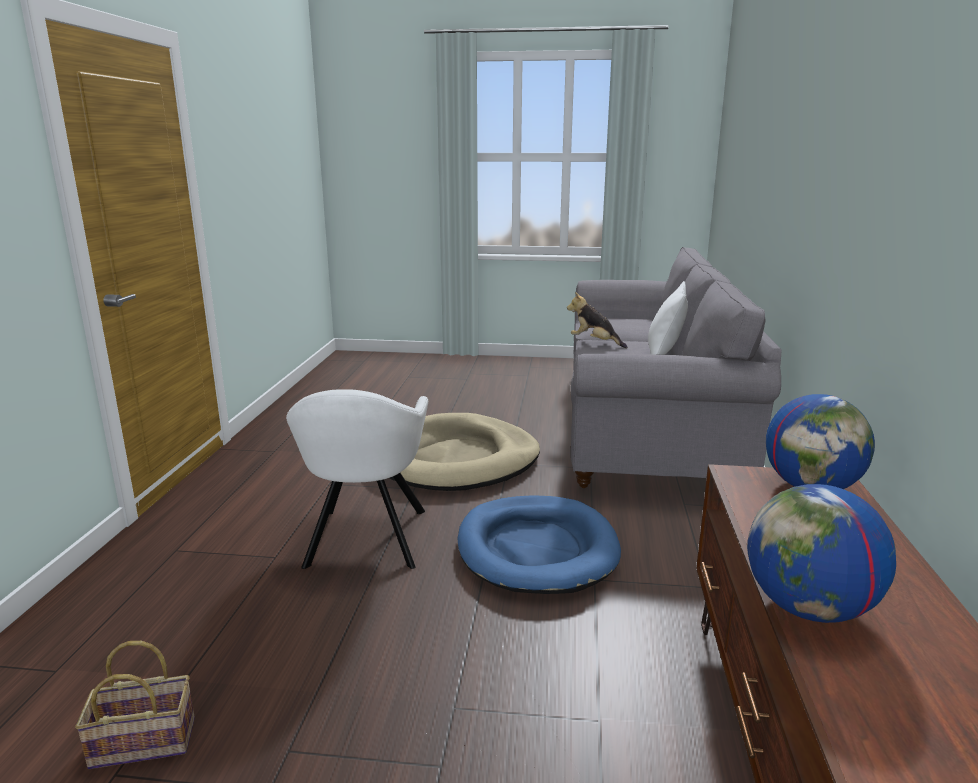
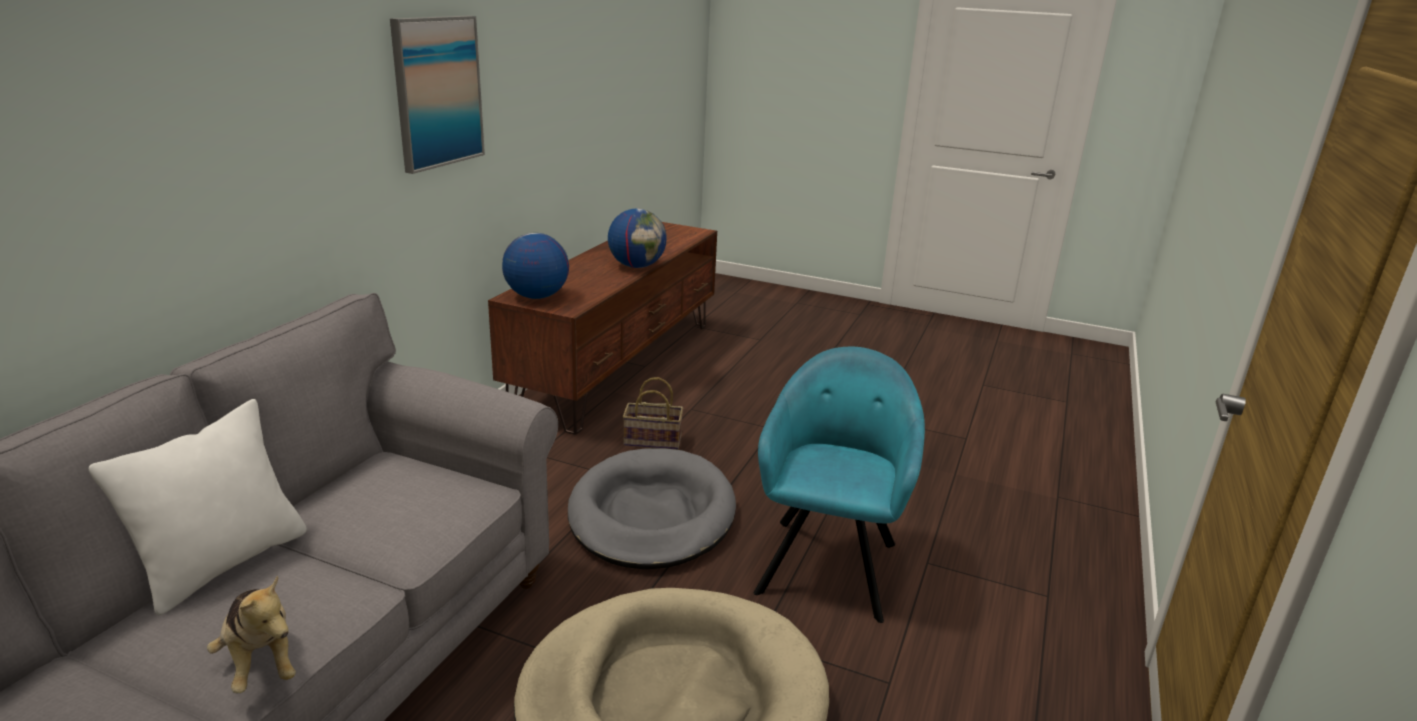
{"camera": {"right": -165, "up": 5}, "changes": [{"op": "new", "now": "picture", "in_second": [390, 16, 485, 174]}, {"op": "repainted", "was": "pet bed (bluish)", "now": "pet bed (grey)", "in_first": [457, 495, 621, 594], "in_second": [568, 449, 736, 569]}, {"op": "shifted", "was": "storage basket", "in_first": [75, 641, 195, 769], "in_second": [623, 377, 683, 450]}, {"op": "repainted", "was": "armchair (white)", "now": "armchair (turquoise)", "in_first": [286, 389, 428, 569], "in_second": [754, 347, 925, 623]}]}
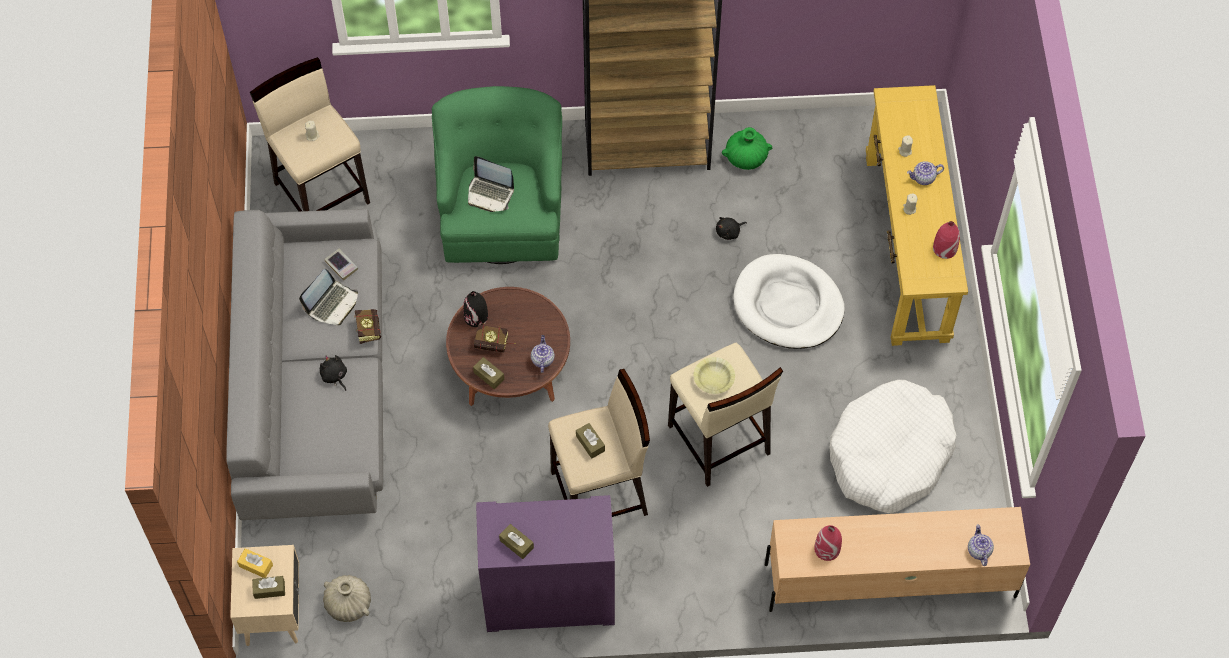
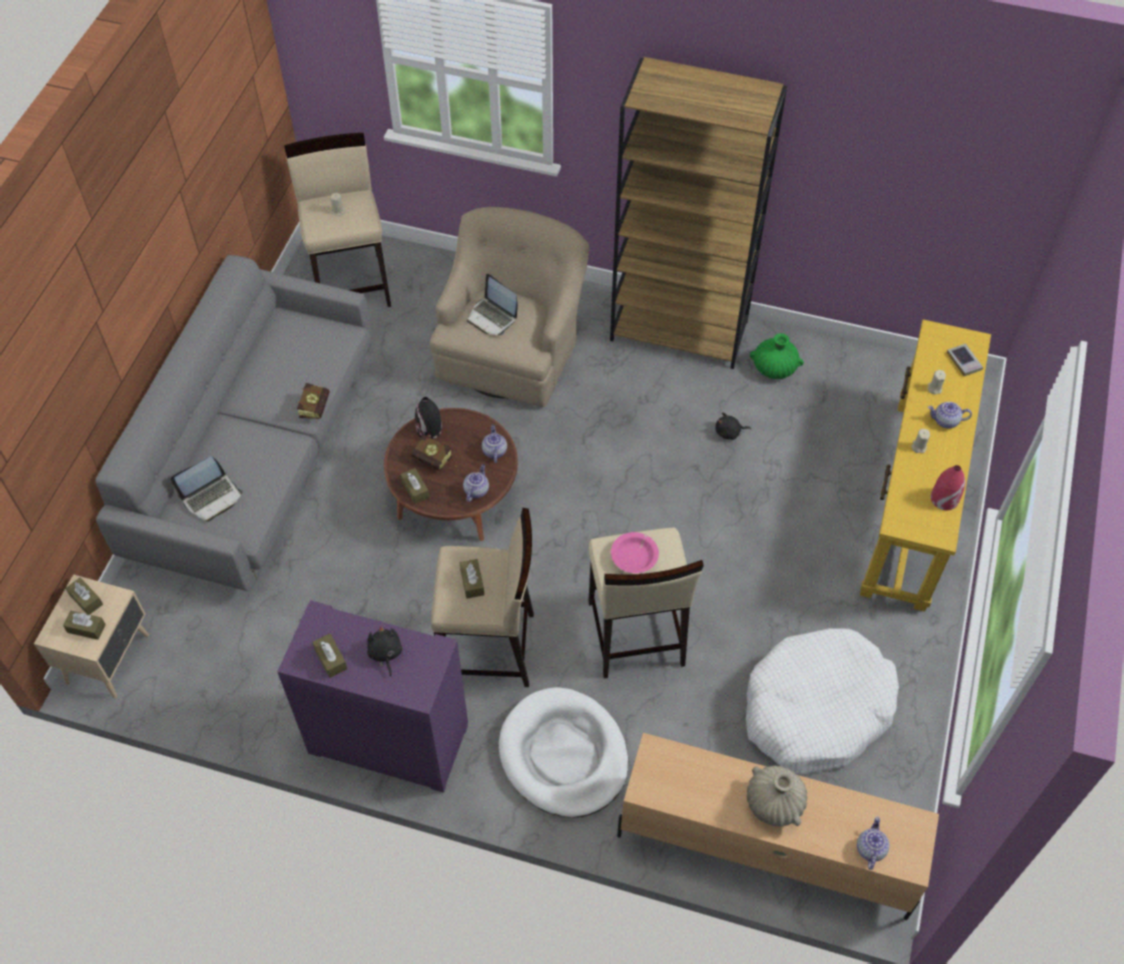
{"camera": {"right": 20, "up": -5}, "changes": [{"op": "repainted", "was": "tissue holder (yellow)", "now": "tissue holder (brown-coloured)", "in_first": [237, 548, 273, 578], "in_second": [65, 577, 103, 615]}, {"op": "shifted", "was": "portable computer", "in_first": [299, 269, 358, 325], "in_second": [170, 456, 243, 522]}, {"op": "shifted", "was": "cuddly toy (black)", "in_first": [320, 355, 347, 391], "in_second": [367, 625, 402, 676]}, {"op": "repainted", "was": "armchair (greenish)", "now": "armchair (beige-coloured)", "in_first": [432, 86, 562, 264], "in_second": [430, 207, 590, 407]}, {"op": "new", "now": "pot for tea", "in_second": [482, 424, 507, 463]}, {"op": "shifted", "was": "pet bed (white)", "in_first": [733, 254, 845, 349], "in_second": [499, 687, 628, 818]}, {"op": "repainted", "was": "deep dish (yellow)", "now": "deep dish (pinkish)", "in_first": [694, 357, 735, 394], "in_second": [611, 532, 659, 573]}, {"op": "shifted", "was": "decorative vase (beige-coloured)", "in_first": [323, 575, 371, 622], "in_second": [747, 765, 807, 827]}, {"op": "shifted", "was": "bound book", "in_first": [324, 249, 358, 281], "in_second": [947, 344, 983, 376]}, {"op": "gone", "was": "decorative vase (red)", "in_first": [814, 525, 842, 561]}]}
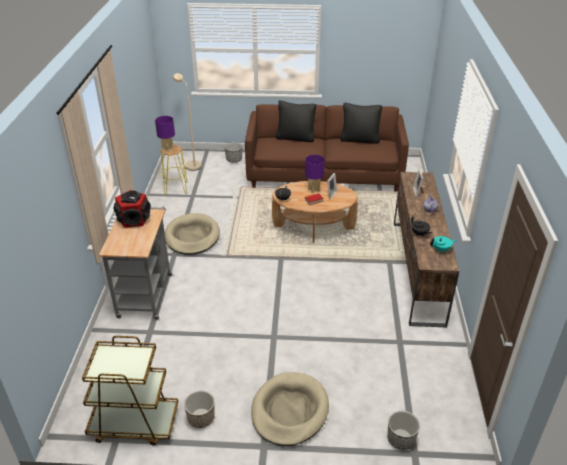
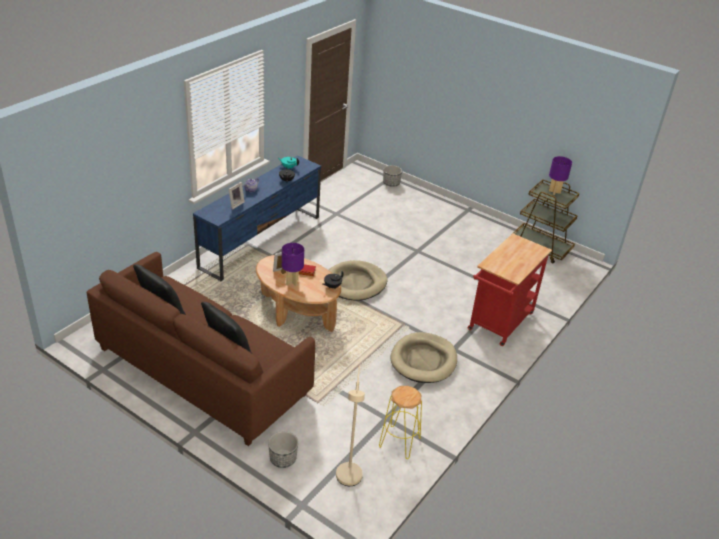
{"camera": {"right": -150, "up": 0}, "changes": [{"op": "repainted", "was": "tv unit (brown-coloured)", "now": "tv unit (bluish)", "in_first": [394, 172, 459, 328], "in_second": [193, 155, 321, 281]}, {"op": "shifted", "was": "pet bed (beige-coloured)", "in_first": [251, 372, 329, 446], "in_second": [329, 260, 388, 301]}, {"op": "repainted", "was": "trolley (grey)", "now": "trolley (red)", "in_first": [99, 206, 172, 320], "in_second": [468, 233, 552, 346]}, {"op": "shifted", "was": "tabletop lamp (purplish)", "in_first": [155, 116, 175, 152], "in_second": [549, 156, 572, 195]}, {"op": "gone", "was": "audio speaker", "in_first": [113, 190, 151, 228]}, {"op": "gone", "was": "flower pot", "in_first": [184, 391, 215, 428]}]}
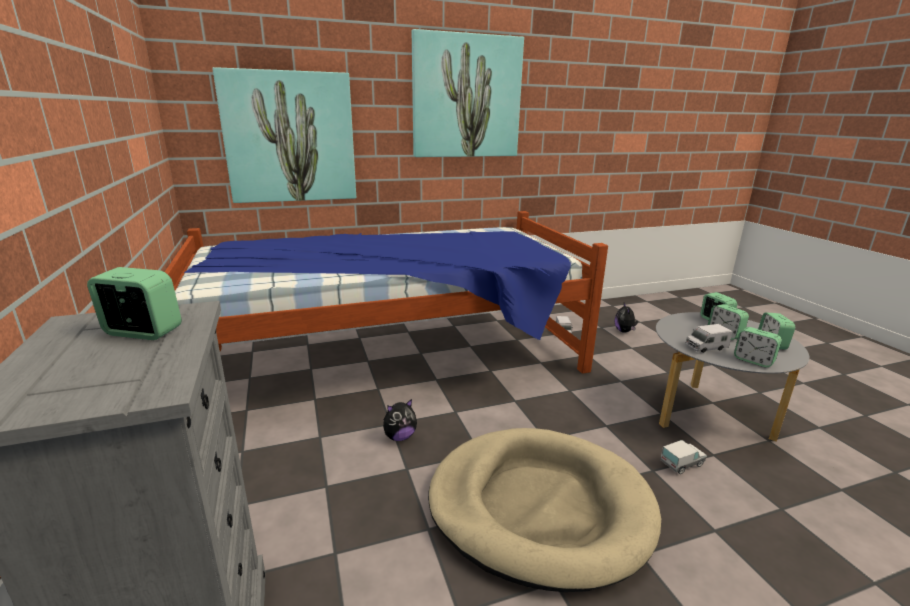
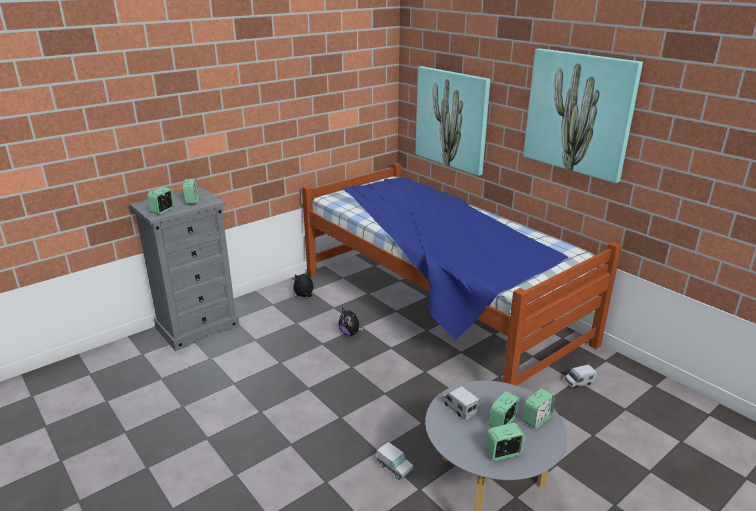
{"camera": {"right": 70, "up": 5}, "changes": [{"op": "shifted", "was": "bedside clock", "in_first": [734, 327, 782, 367], "in_second": [148, 187, 175, 215]}, {"op": "shifted", "was": "cuddly toy", "in_first": [615, 303, 638, 333], "in_second": [293, 272, 313, 297]}, {"op": "gone", "was": "pet bed (beige-coloured)", "in_first": [428, 428, 661, 592]}]}
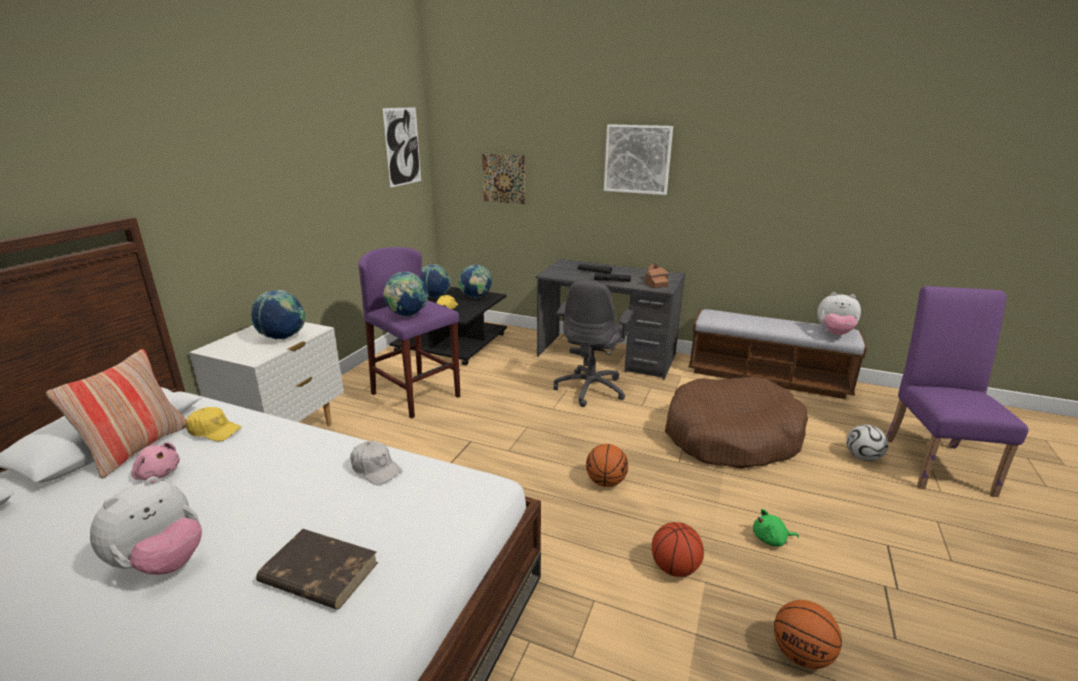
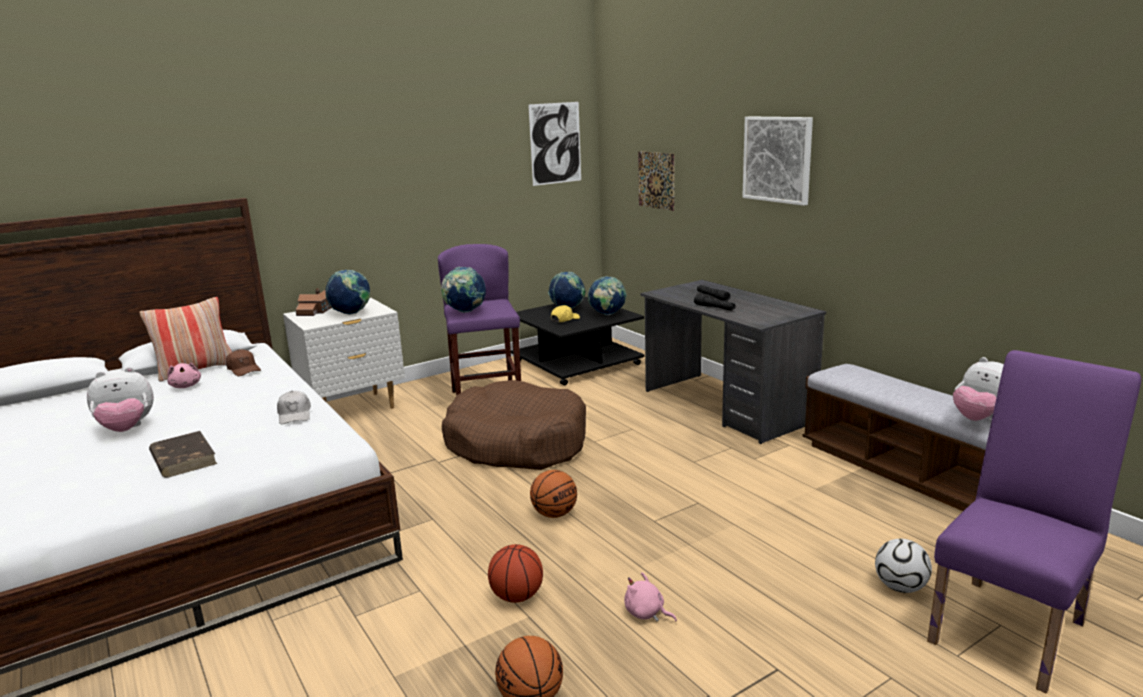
{"camera": {"right": 35, "up": -5}, "changes": [{"op": "repainted", "was": "cap (yellow)", "now": "cap (brown-coloured)", "in_first": [186, 407, 242, 442], "in_second": [226, 349, 261, 376]}, {"op": "shifted", "was": "toy house", "in_first": [645, 263, 669, 289], "in_second": [295, 288, 332, 316]}, {"op": "shifted", "was": "pet bed (brown-coloured)", "in_first": [665, 377, 808, 469], "in_second": [442, 380, 586, 470]}, {"op": "repainted", "was": "cuddly toy (greenish)", "now": "cuddly toy (pinkish)", "in_first": [753, 509, 799, 547], "in_second": [624, 572, 677, 622]}, {"op": "gone", "was": "computer chair (grey)", "in_first": [553, 281, 633, 407]}]}
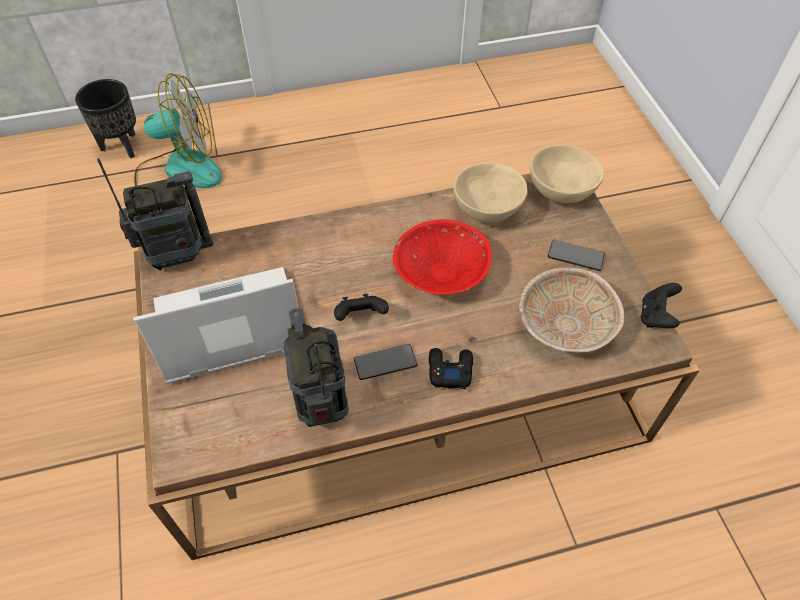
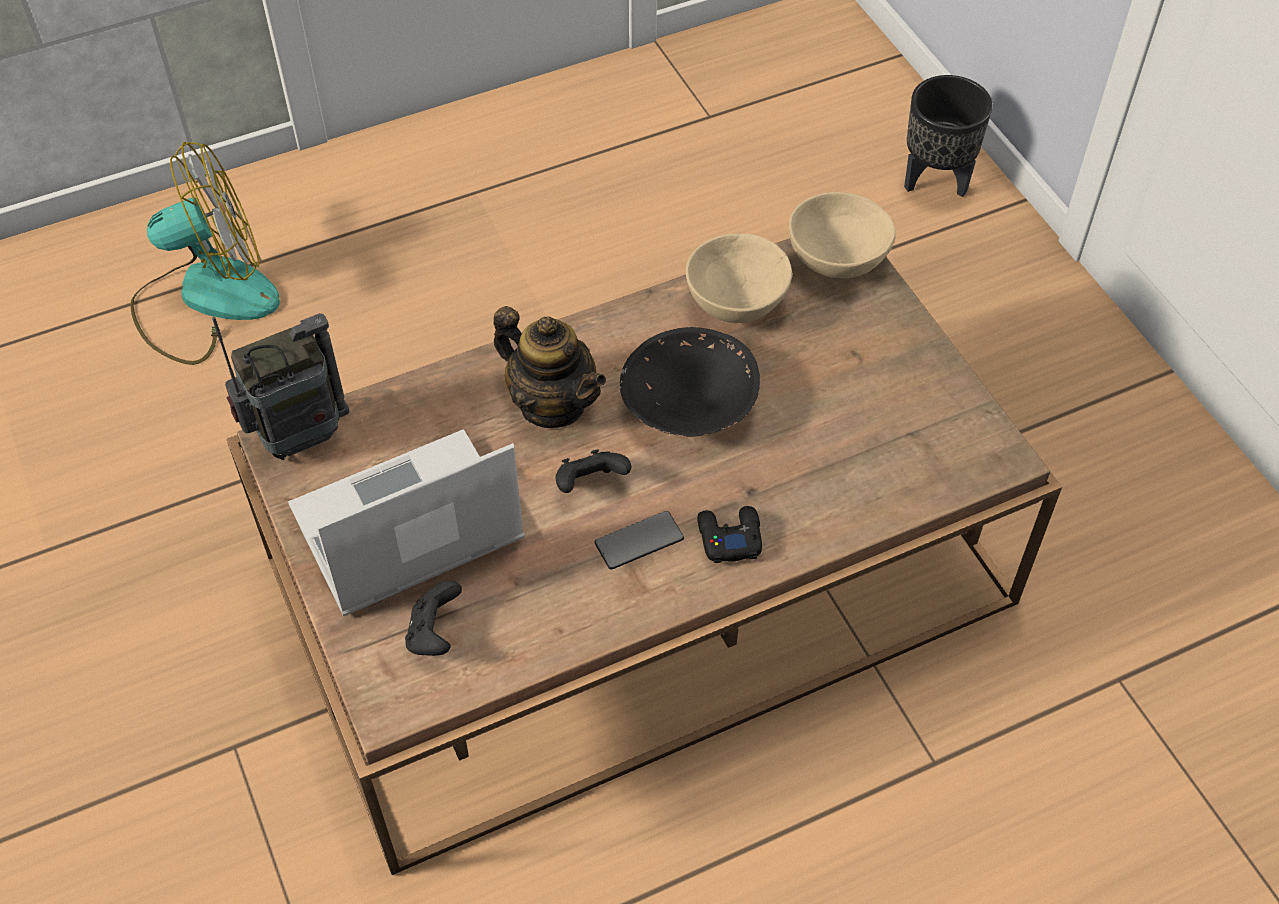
{"camera": {"right": -10, "up": 0}, "changes": [{"op": "shifted", "was": "game controller (black)", "in_first": [641, 283, 682, 328], "in_second": [405, 581, 462, 656]}, {"op": "new", "now": "pot for tea", "in_second": [493, 306, 606, 428]}, {"op": "repainted", "was": "deep dish (red)", "now": "deep dish (black)", "in_first": [393, 219, 492, 295], "in_second": [620, 327, 760, 437]}, {"op": "shifted", "was": "flower pot (black)", "in_first": [75, 79, 136, 158], "in_second": [904, 75, 993, 197]}, {"op": "gone", "was": "radio", "in_first": [283, 308, 349, 427]}, {"op": "gone", "was": "deep dish (beige-coloured)", "in_first": [519, 268, 624, 353]}, {"op": "gone", "was": "phone", "in_first": [548, 240, 605, 271]}]}
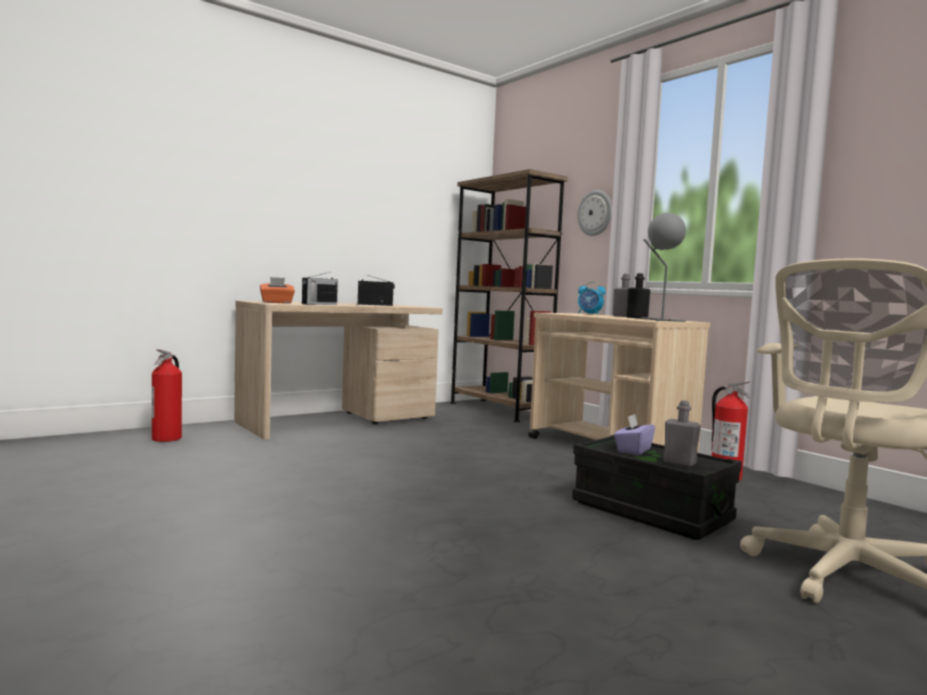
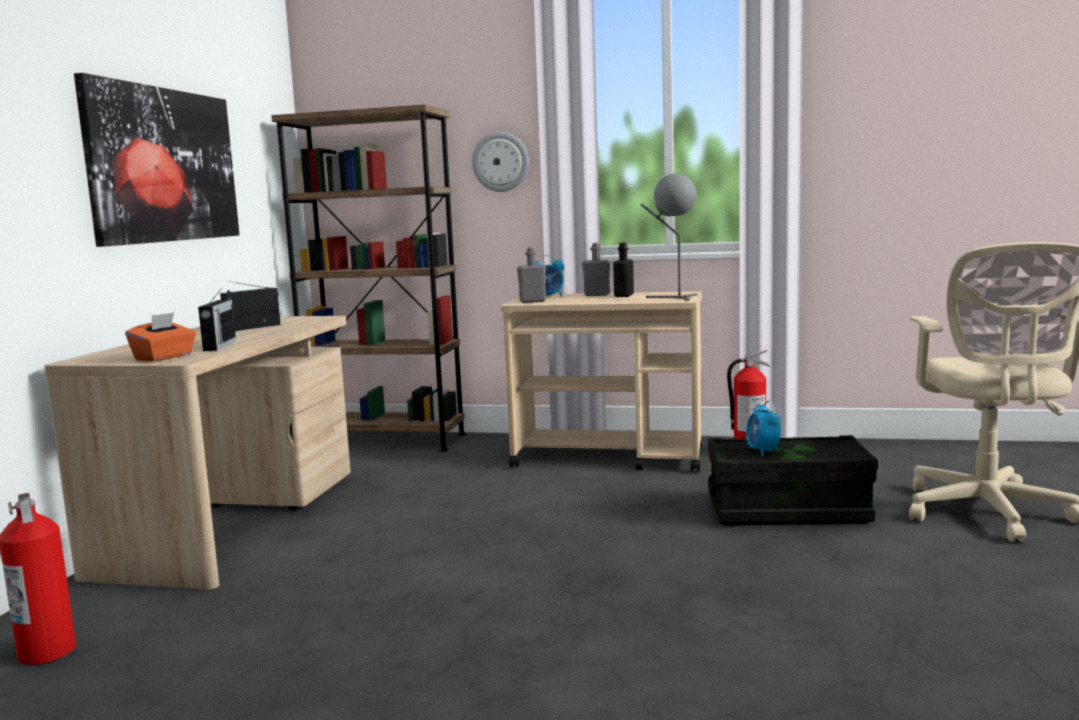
{"camera": {"right": -40, "up": 5}, "changes": [{"op": "new", "now": "picture", "in_second": [74, 73, 240, 247]}, {"op": "shifted", "was": "drink bottle (grey)", "in_first": [663, 400, 701, 467], "in_second": [517, 247, 546, 303]}, {"op": "swapped", "was": "tissue holder (purplish)", "now": "bedside clock", "in_first": [614, 414, 655, 455], "in_second": [746, 401, 781, 457]}]}
